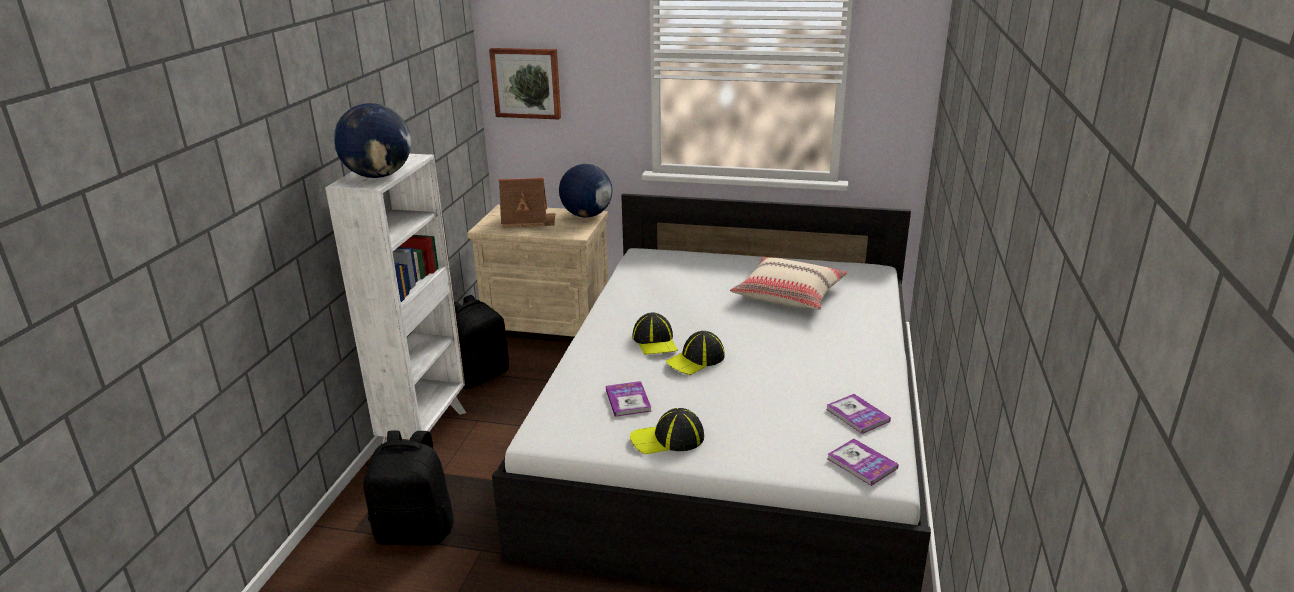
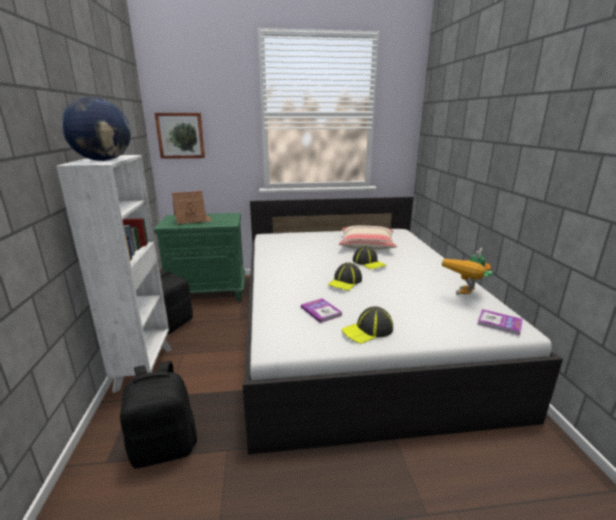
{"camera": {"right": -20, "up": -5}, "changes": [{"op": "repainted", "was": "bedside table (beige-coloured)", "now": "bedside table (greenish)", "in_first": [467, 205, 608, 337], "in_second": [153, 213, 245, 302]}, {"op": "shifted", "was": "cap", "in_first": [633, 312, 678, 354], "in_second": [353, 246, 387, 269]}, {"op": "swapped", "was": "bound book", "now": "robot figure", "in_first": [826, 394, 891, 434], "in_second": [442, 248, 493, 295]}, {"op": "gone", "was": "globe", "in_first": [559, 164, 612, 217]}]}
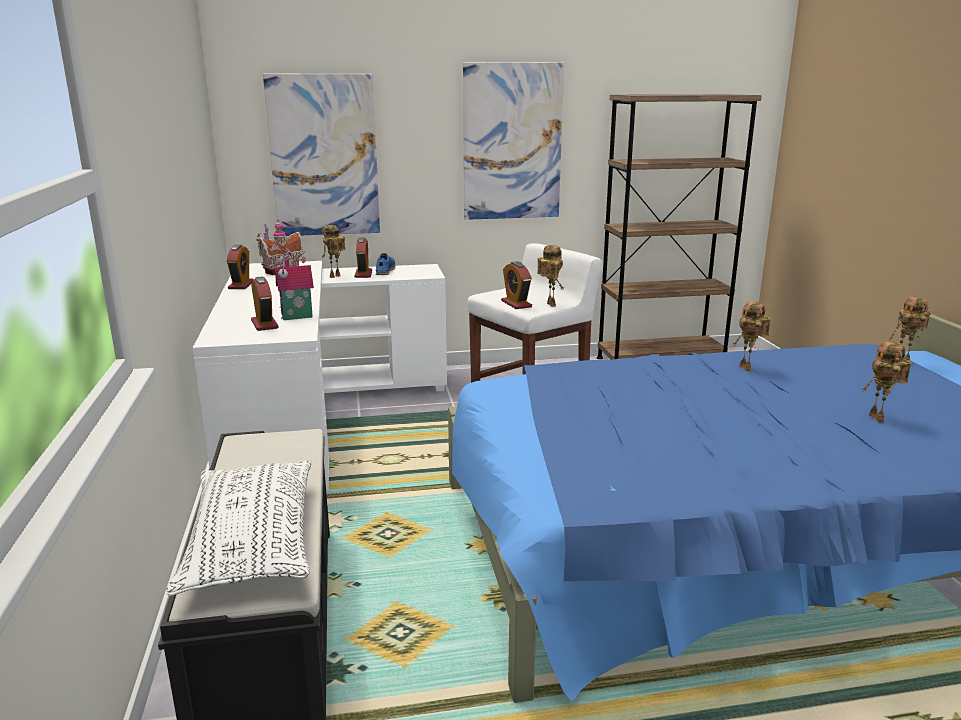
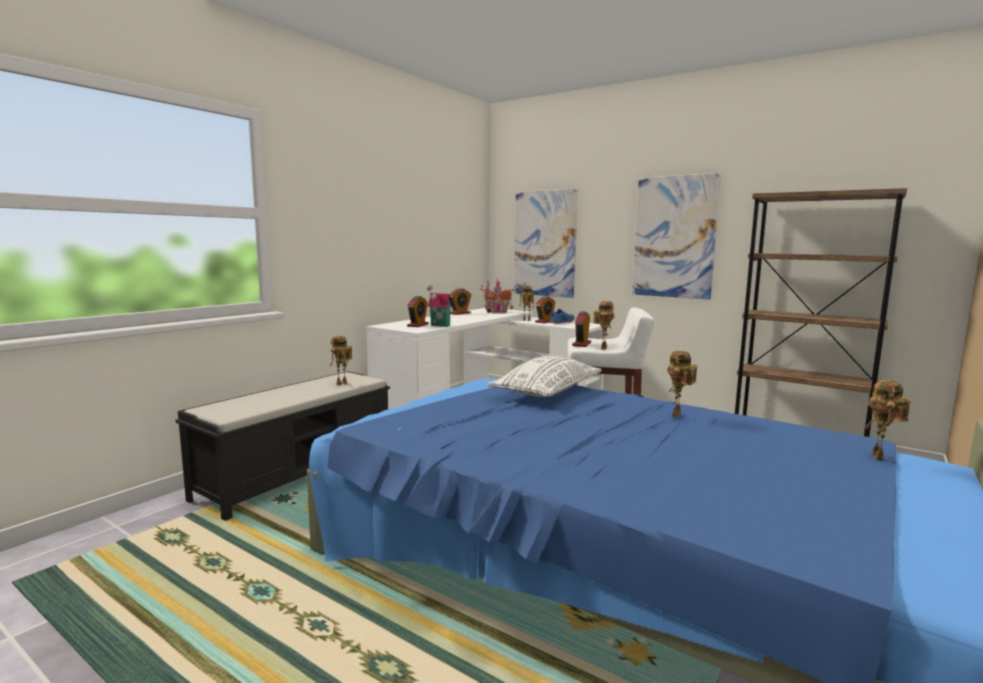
{"camera": {"right": 45, "up": -10}, "changes": [{"op": "shifted", "was": "robot figure", "in_first": [862, 342, 912, 422], "in_second": [330, 336, 353, 385]}, {"op": "shifted", "was": "throw pillow (white)", "in_first": [167, 461, 312, 596], "in_second": [487, 356, 602, 397]}]}
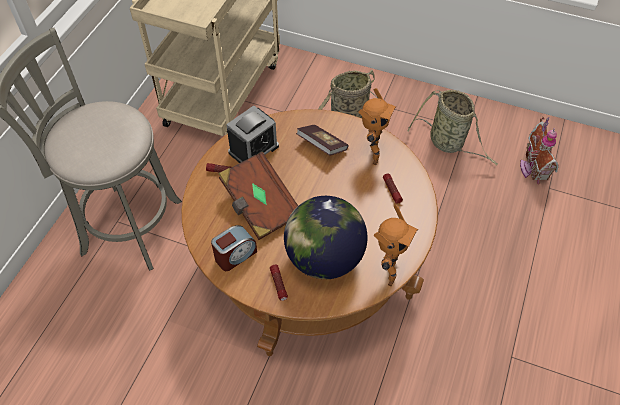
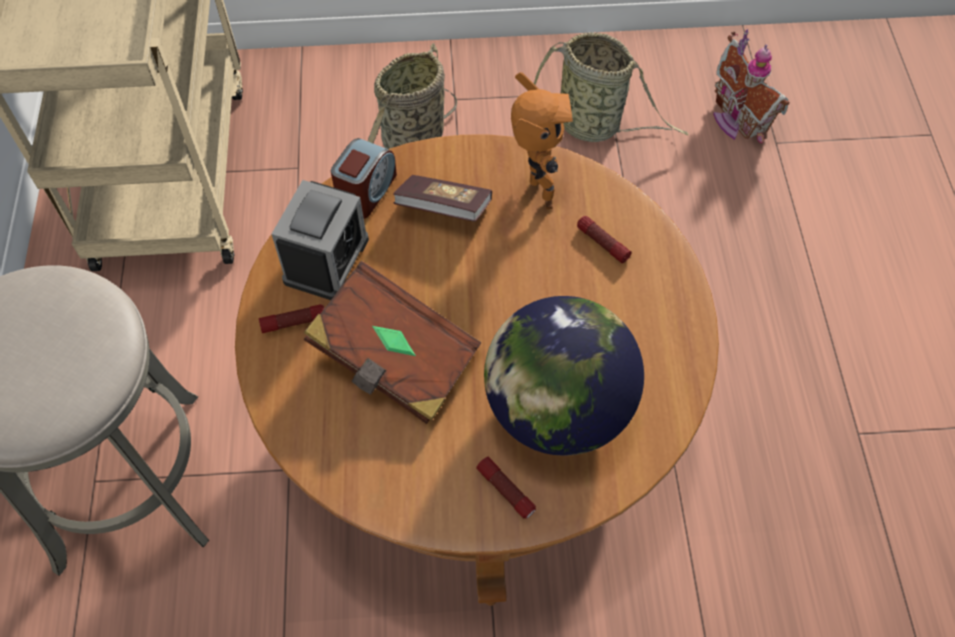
{"camera": {"right": -25, "up": 5}, "changes": [{"op": "shifted", "was": "bedside clock", "in_first": [211, 225, 257, 271], "in_second": [331, 138, 397, 219]}, {"op": "gone", "was": "robot figure", "in_first": [374, 205, 418, 287]}]}
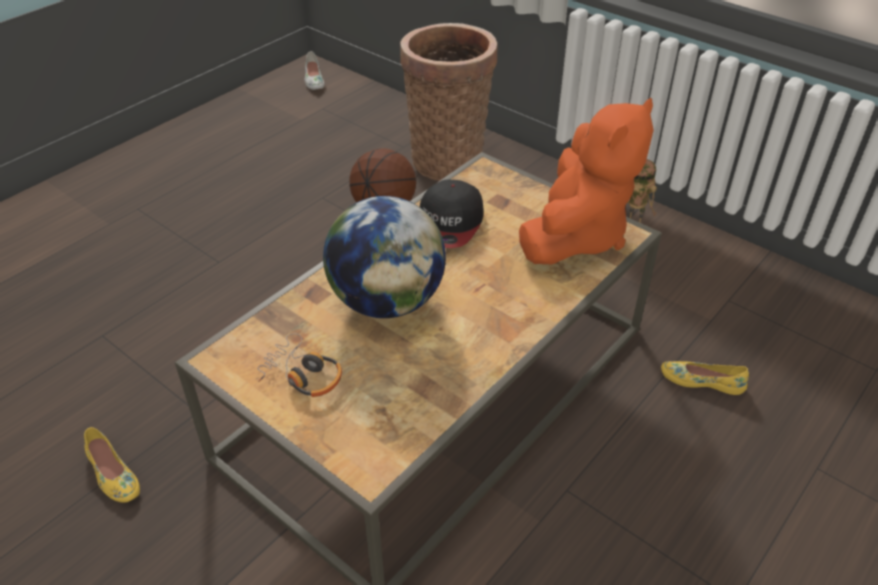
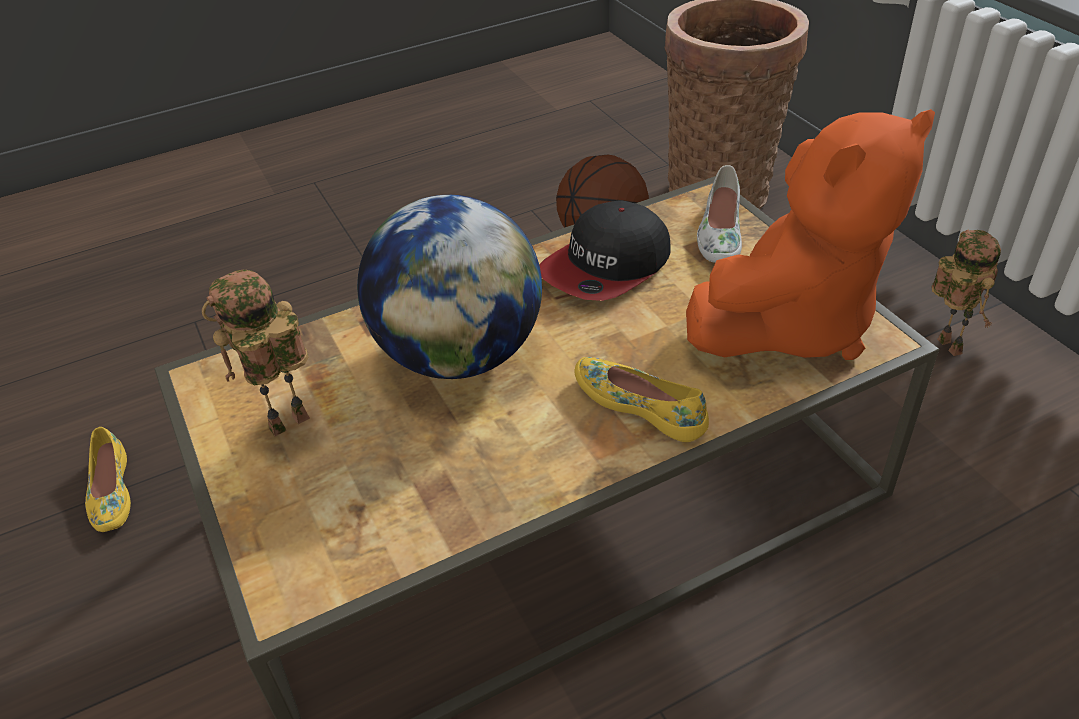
{"camera": {"right": 25, "up": 0}, "changes": [{"op": "swapped", "was": "headset", "now": "robot figure", "in_first": [257, 334, 342, 397], "in_second": [202, 270, 310, 436]}, {"op": "shifted", "was": "shoe (yellow)", "in_first": [661, 361, 749, 395], "in_second": [575, 357, 709, 442]}, {"op": "shifted", "was": "shoe (white)", "in_first": [304, 51, 324, 90], "in_second": [697, 165, 742, 263]}]}
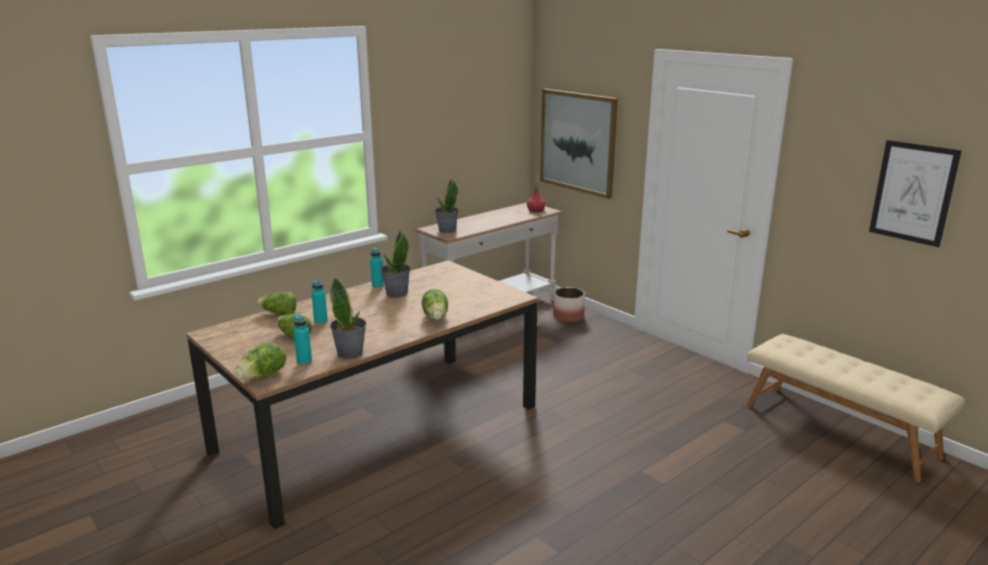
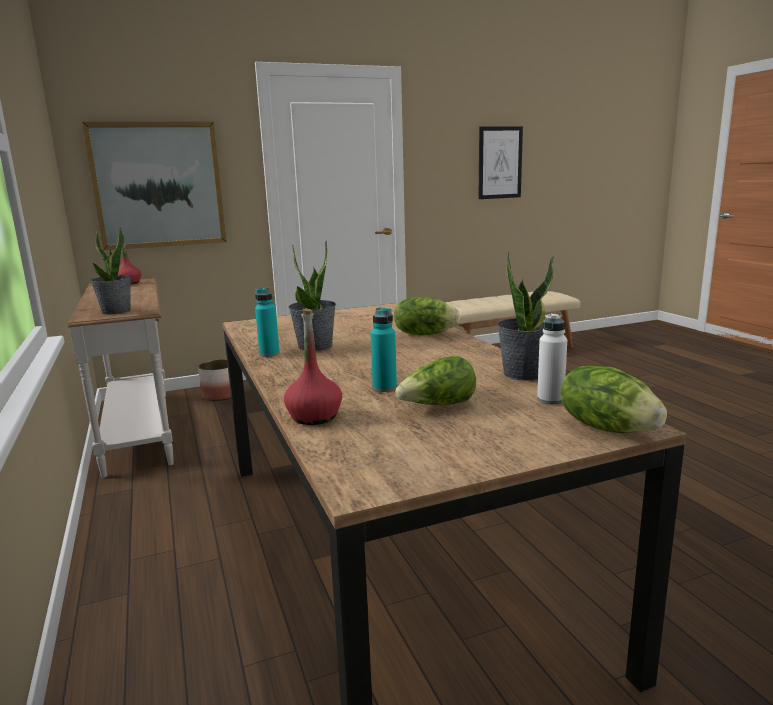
{"camera": {"right": -70, "up": -5}, "changes": [{"op": "swapped", "was": "lettuce", "now": "drink bottle (red)", "in_first": [256, 292, 296, 315], "in_second": [284, 308, 342, 425]}, {"op": "repainted", "was": "drink bottle (turquoise)", "now": "drink bottle (white)", "in_first": [294, 315, 312, 365], "in_second": [537, 313, 567, 404]}]}
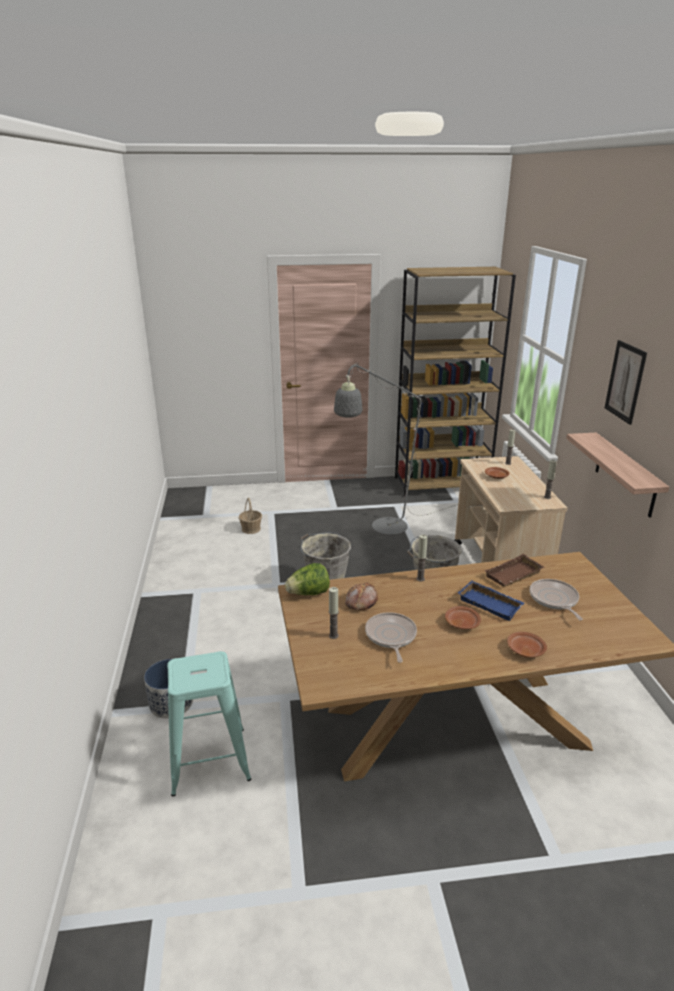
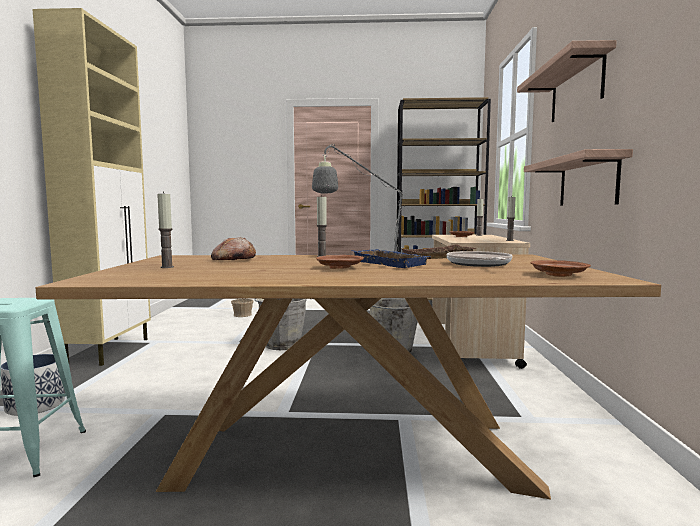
{"camera": {"right": 10, "up": -20}, "changes": [{"op": "new", "now": "cabinet (beige-coloured)", "in_second": [33, 8, 151, 366]}, {"op": "swapped", "was": "picture", "now": "bracket shelf", "in_first": [605, 340, 647, 425], "in_second": [517, 40, 617, 122]}, {"op": "shifted", "was": "flat dish (brown-coloured)", "in_first": [507, 632, 547, 658], "in_second": [531, 260, 591, 277]}, {"op": "gone", "was": "lettuce", "in_first": [285, 563, 330, 595]}, {"op": "gone", "was": "skillet", "in_first": [365, 612, 417, 663]}]}
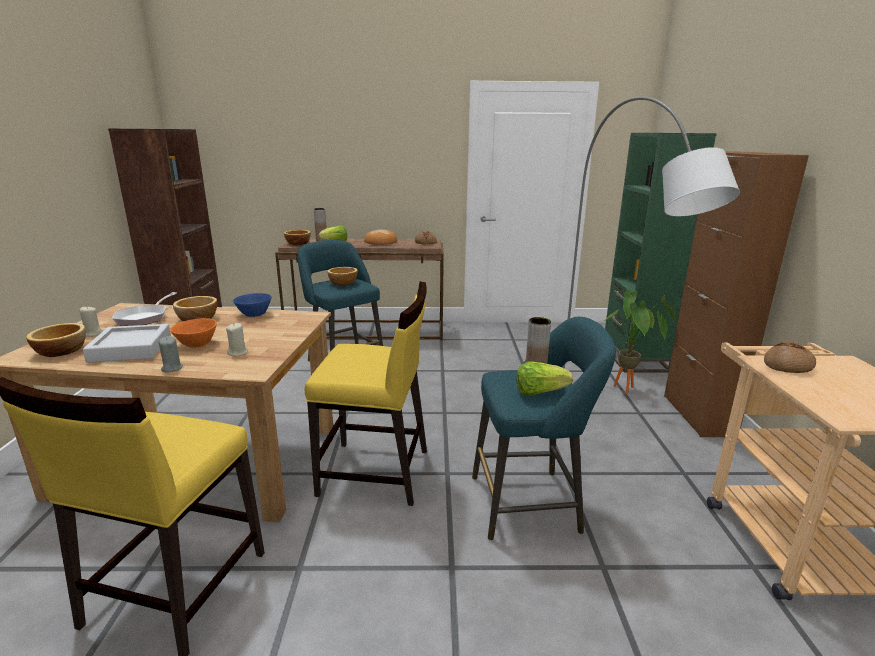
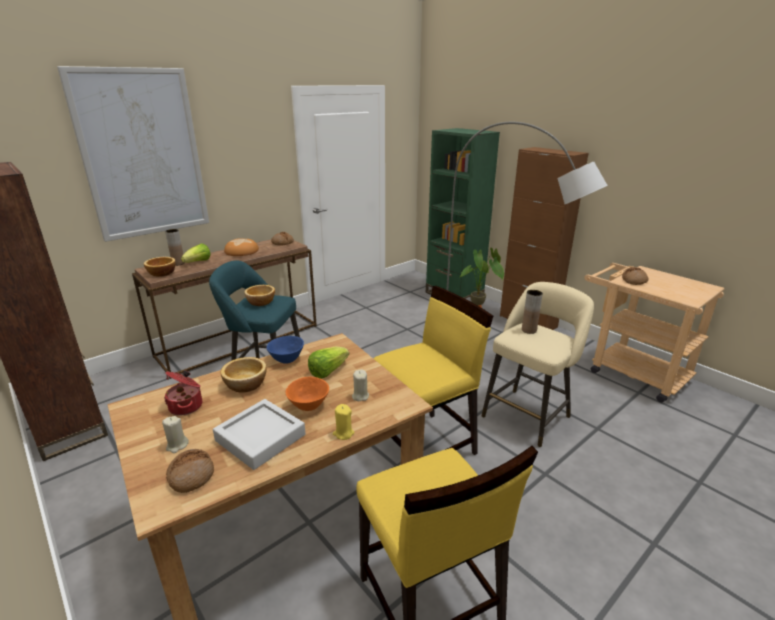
{"camera": {"right": -40, "up": 5}, "changes": [{"op": "new", "now": "picture", "in_second": [57, 66, 209, 242]}, {"op": "swapped", "was": "skillet", "now": "saucepot", "in_first": [112, 292, 177, 326], "in_second": [164, 370, 202, 416]}, {"op": "swapped", "was": "deep dish", "now": "bakery bread", "in_first": [26, 323, 86, 357], "in_second": [166, 449, 214, 493]}, {"op": "shifted", "was": "lettuce", "in_first": [516, 361, 573, 396], "in_second": [308, 347, 349, 379]}, {"op": "repainted", "was": "candle (grey)", "now": "candle (yellow)", "in_first": [158, 336, 183, 373], "in_second": [333, 404, 354, 440]}, {"op": "repainted", "was": "sitting stool (turquoise)", "now": "sitting stool (beige-coloured)", "in_first": [472, 317, 616, 541], "in_second": [482, 282, 594, 447]}]}
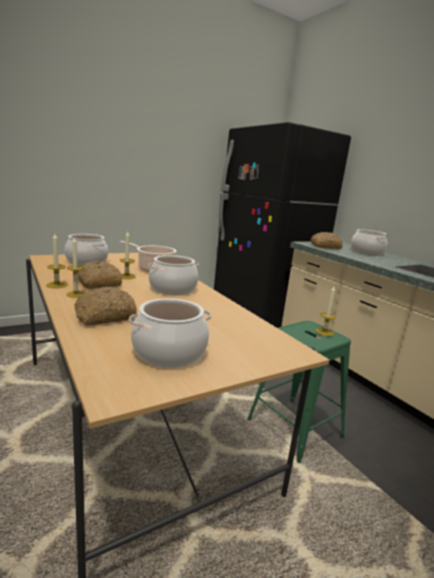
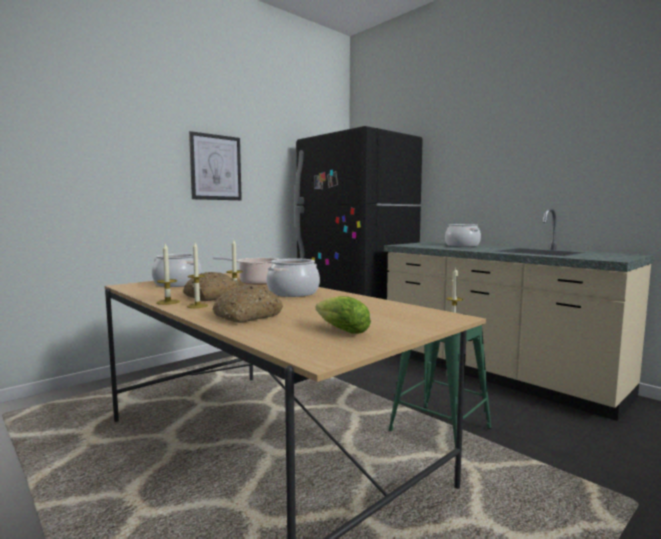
{"camera": {"right": -10, "up": -10}, "changes": [{"op": "new", "now": "picture", "in_second": [189, 131, 242, 200]}, {"op": "swapped", "was": "saucepot", "now": "lettuce", "in_first": [129, 298, 211, 368], "in_second": [315, 296, 371, 334]}, {"op": "gone", "was": "bakery bread", "in_first": [311, 232, 343, 249]}]}
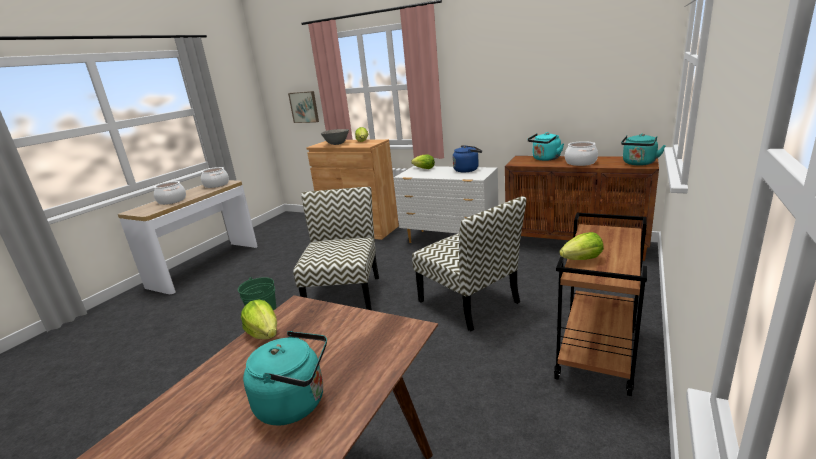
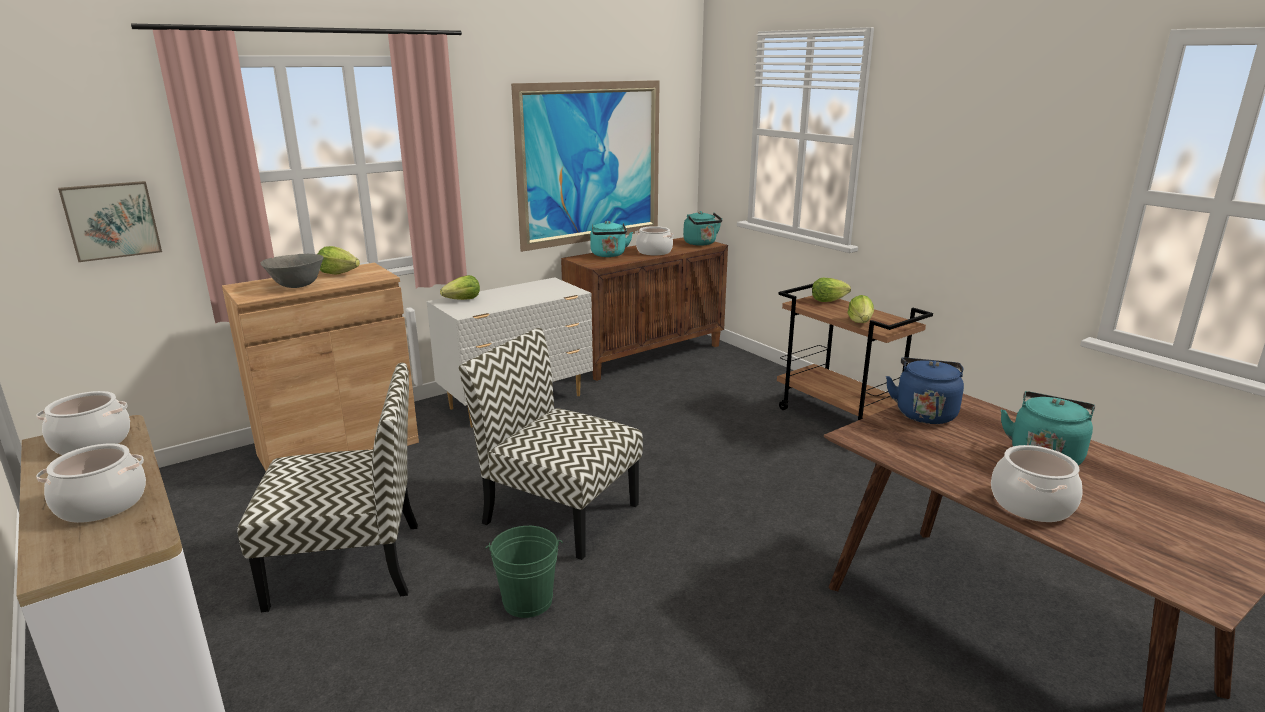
{"camera": {"right": -65, "up": 0}, "changes": [{"op": "shifted", "was": "chair", "in_first": [412, 196, 526, 331], "in_second": [237, 363, 418, 612]}, {"op": "new", "now": "picture", "in_second": [511, 80, 660, 252]}, {"op": "shifted", "was": "lettuce", "in_first": [241, 299, 277, 339], "in_second": [812, 278, 851, 302]}, {"op": "shifted", "was": "water kettle (bluish)", "in_first": [452, 145, 482, 172], "in_second": [886, 357, 964, 424]}, {"op": "new", "now": "saucepot", "in_second": [991, 445, 1083, 522]}]}
